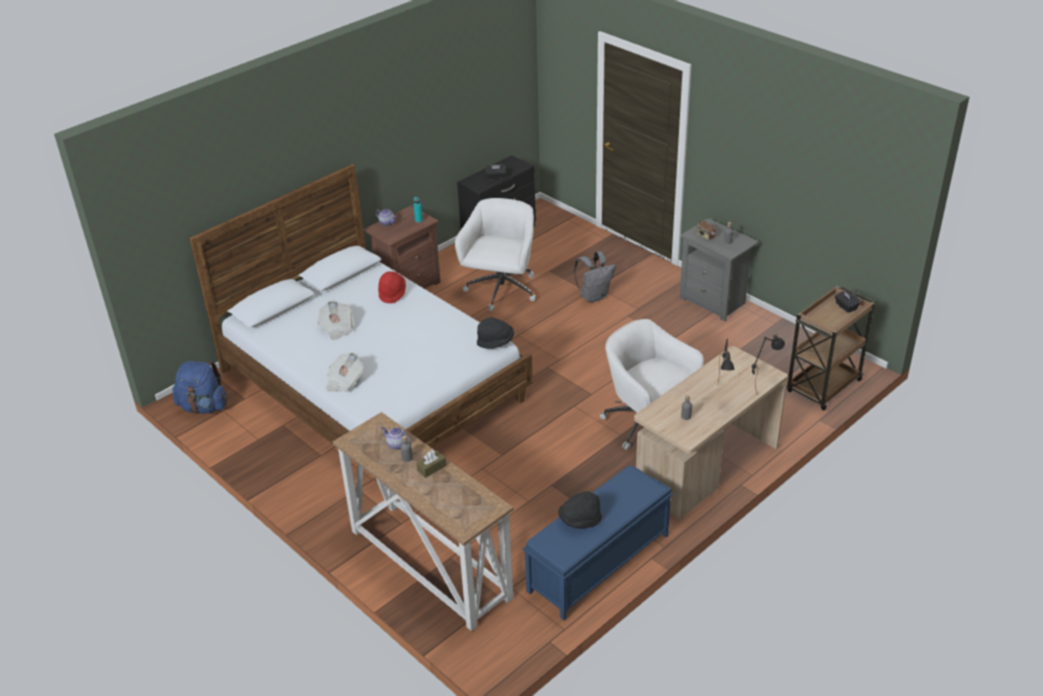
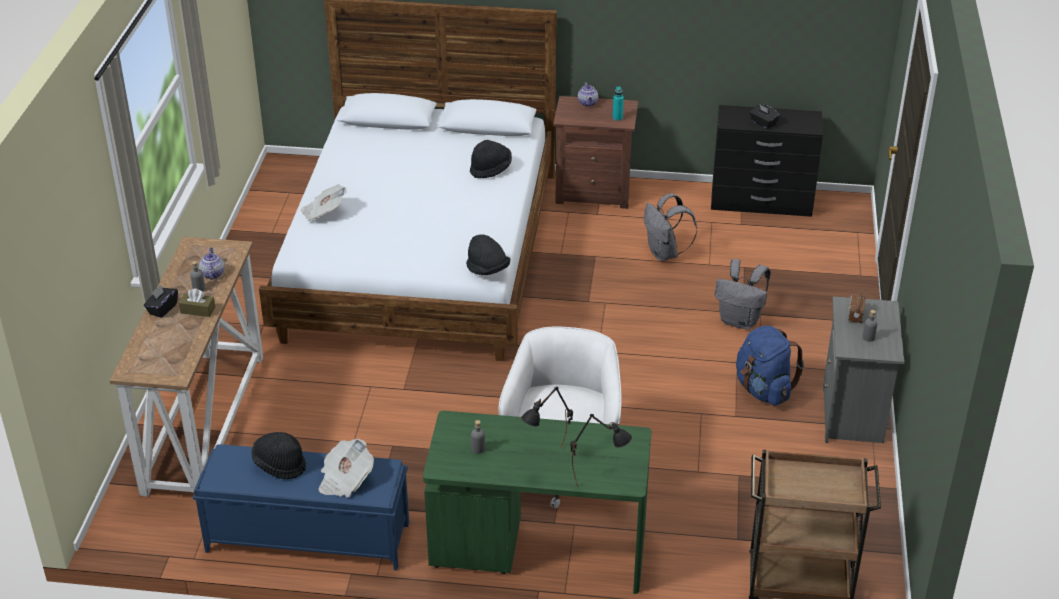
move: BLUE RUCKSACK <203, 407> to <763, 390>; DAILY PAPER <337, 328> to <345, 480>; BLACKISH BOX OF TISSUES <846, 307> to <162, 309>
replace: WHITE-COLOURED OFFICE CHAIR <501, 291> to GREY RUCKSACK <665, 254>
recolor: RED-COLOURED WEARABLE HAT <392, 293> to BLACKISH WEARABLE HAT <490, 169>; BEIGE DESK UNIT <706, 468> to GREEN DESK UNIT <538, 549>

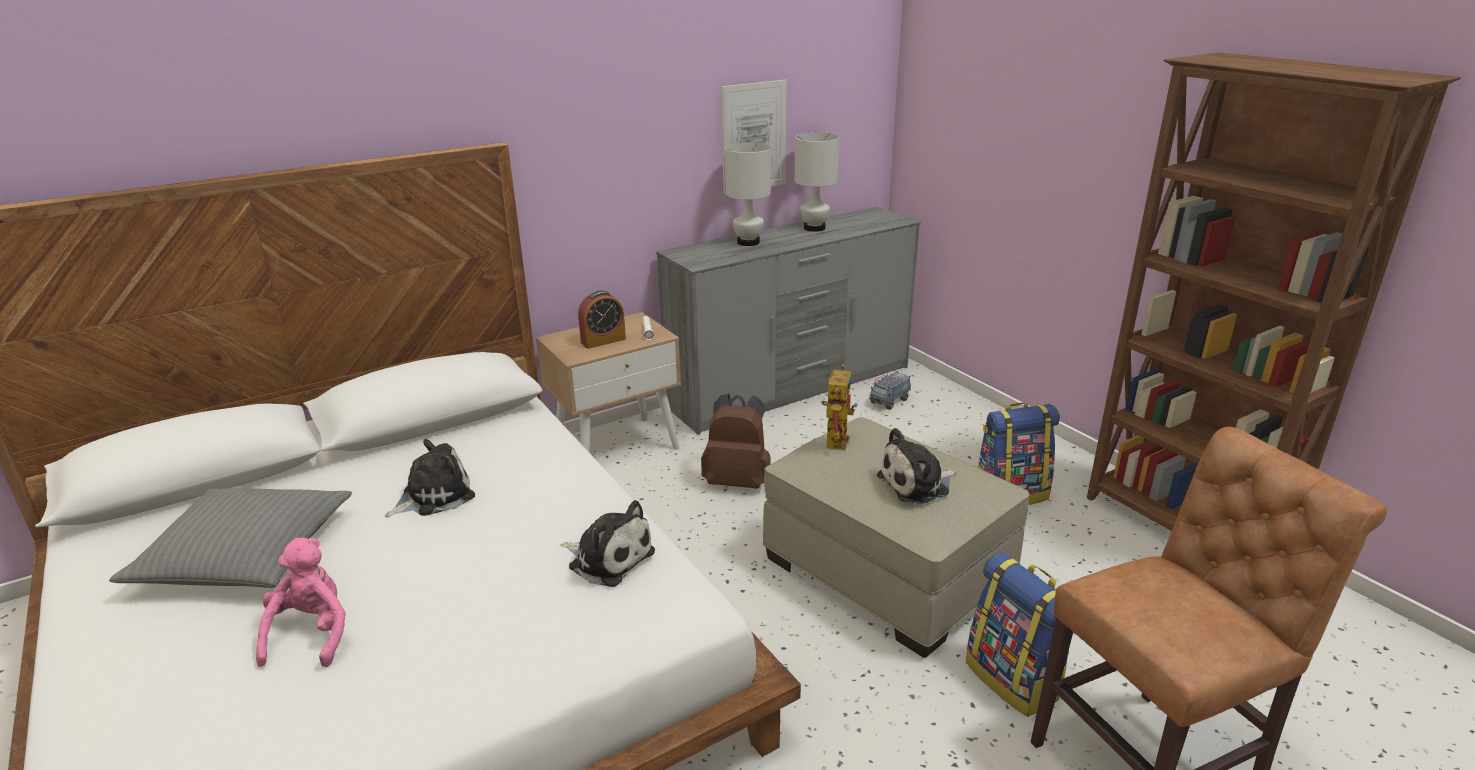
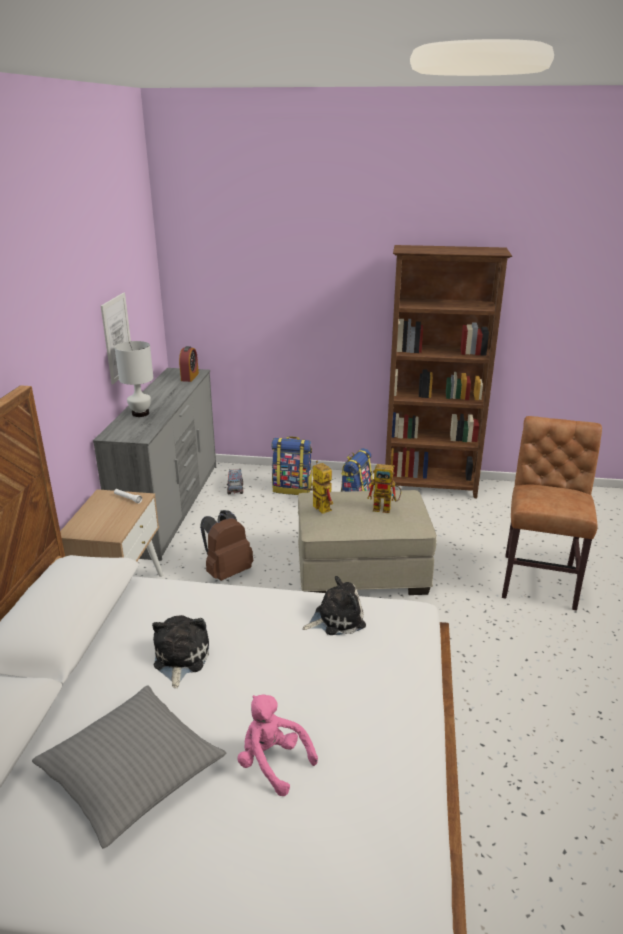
delete: WHITE-COLOURED TABLE LAMP <814, 228>
move: TABLE CLOCK <603, 341> to <189, 377>; RUCKSACK <1014, 680> to <292, 488>
replace: SOFT TOY <917, 484> to TOY ROBOT <386, 508>

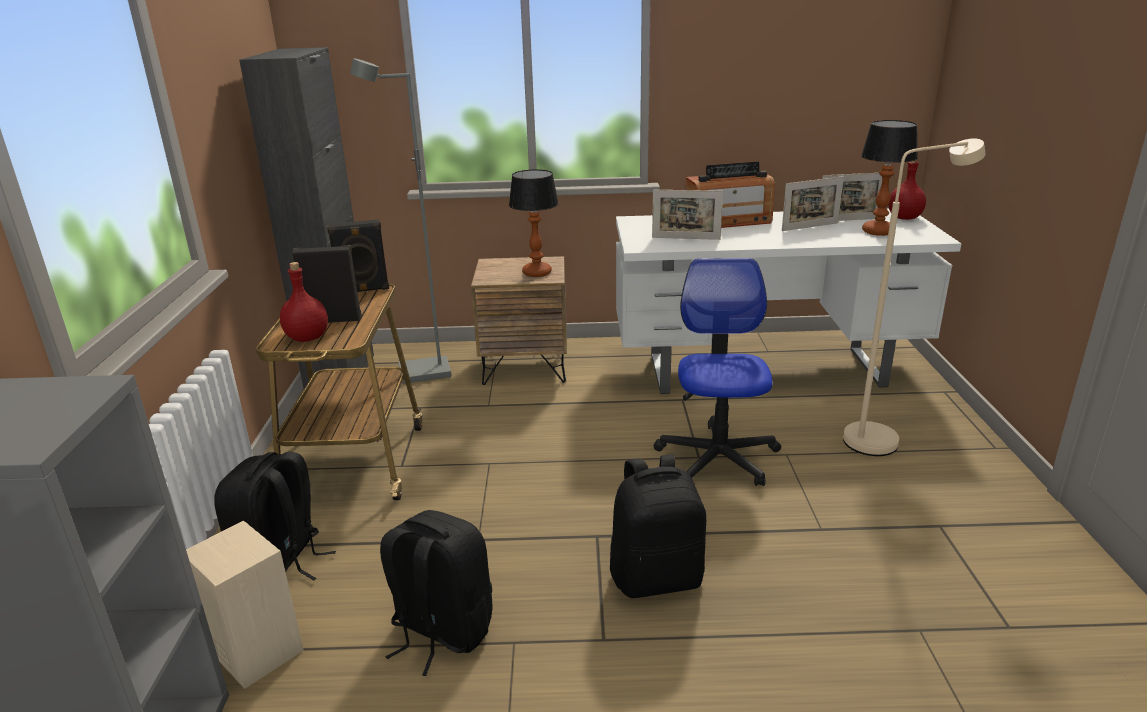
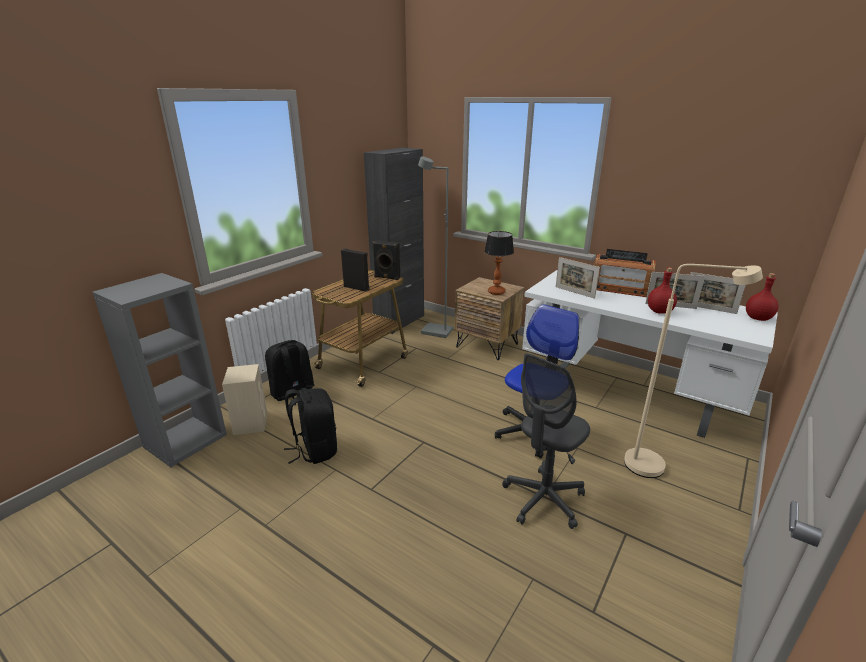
delete: BLACKISH RUCKSACK <657, 577>; TABLE LAMP <879, 232>
insert: GREY OFFICE CHAIR <543, 500>
move: RED-COLOURED DRINK BOTTLE <308, 338> to <660, 311>

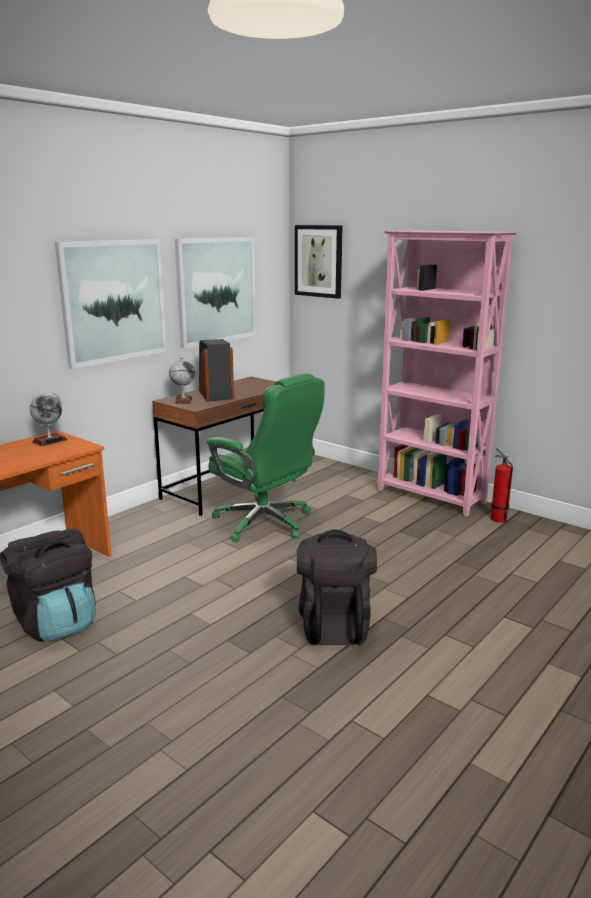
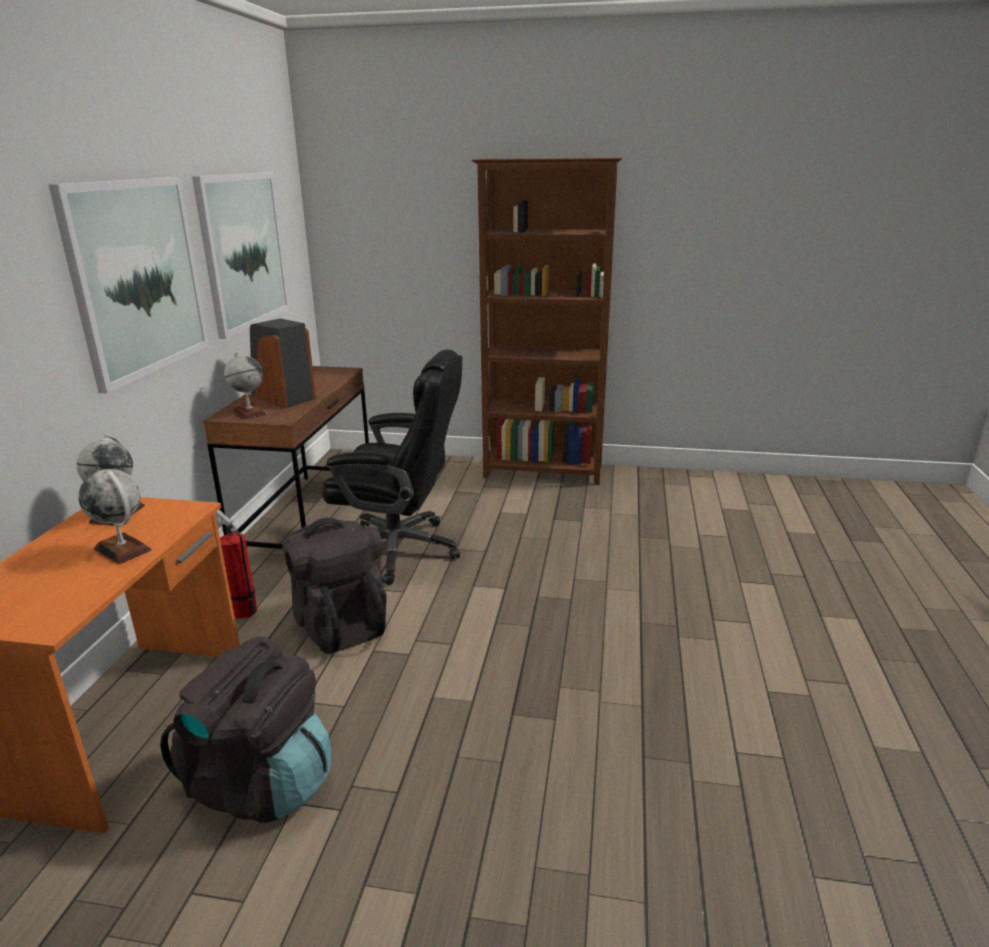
delete: PICTURE <318, 261>
insert: WORLD GLOBE <123, 549>
move: BLACKISH RUCKSACK <334, 624> to <340, 624>; FIRE-FIGHTING CYLINDER <497, 518> to <242, 609>
recolor: GREEN OFFICE CHAIR <265, 522> to BLACKISH OFFICE CHAIR <399, 549>; PINK-COLOURED BOOKSHELF <431, 497> to BROWN BOOKSHELF <544, 472>

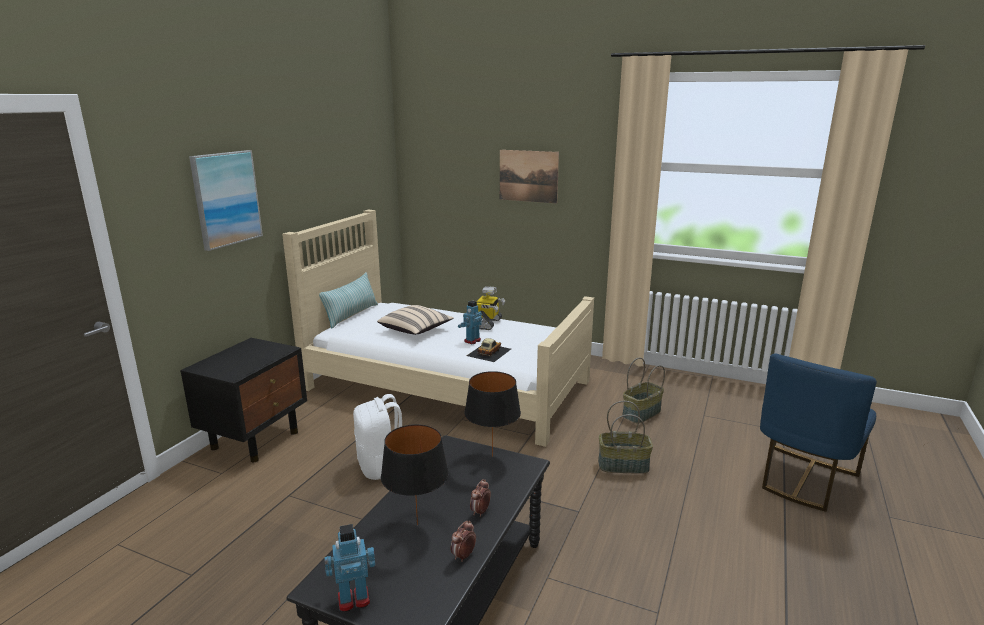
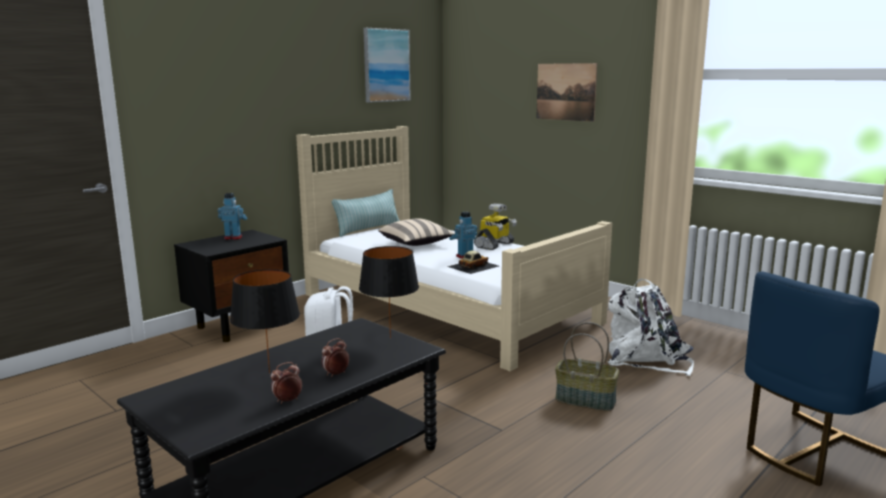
move: PICTURE <226, 198> to <386, 65>; TOY ROBOT <353, 599> to <233, 238>
replace: BASKET <641, 414> to WHITE-COLOURED RUCKSACK <646, 359>

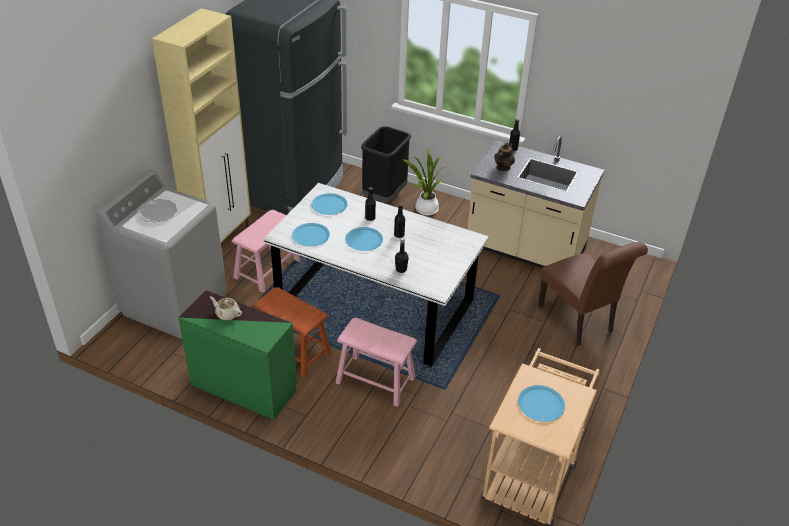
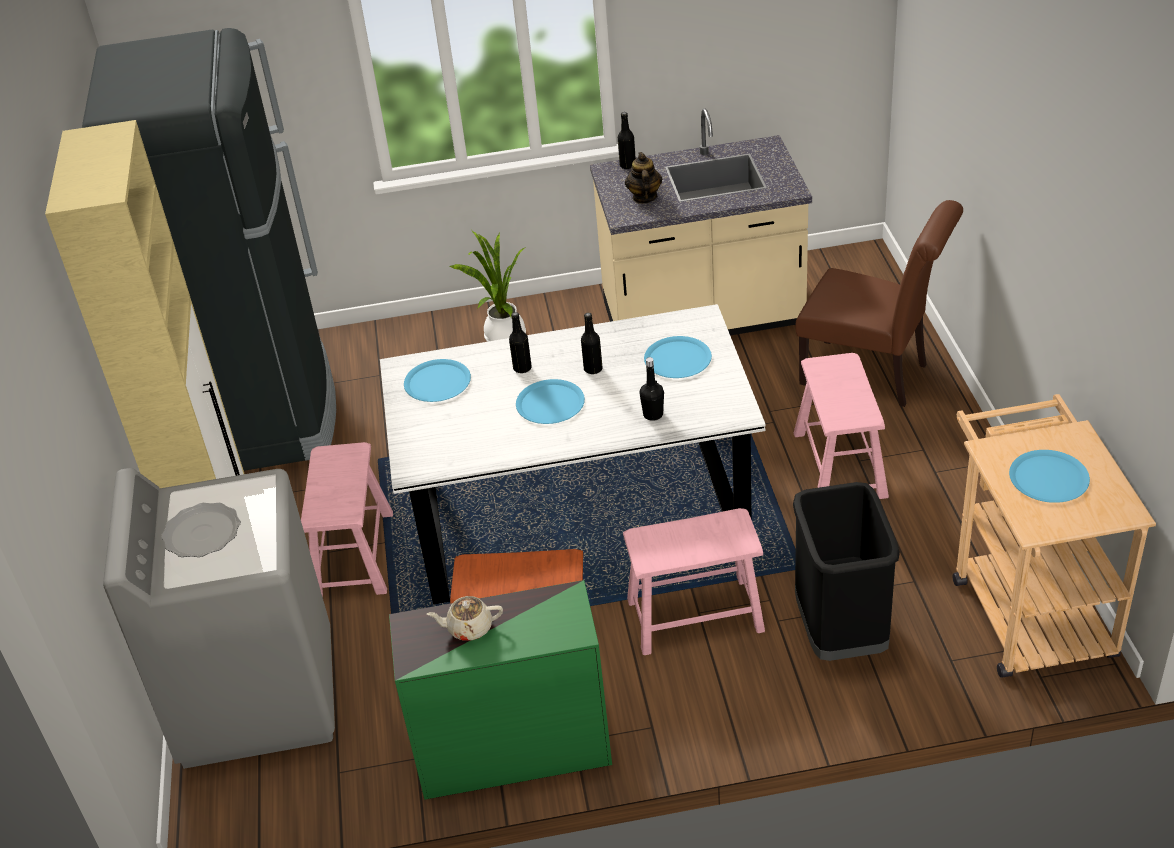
insert: PINK-COLOURED STOOL SEAT <839, 464>
move: BLUE PLATE <311, 235> to <677, 359>; BLACKISH WASTE BIN <384, 195> to <839, 633>

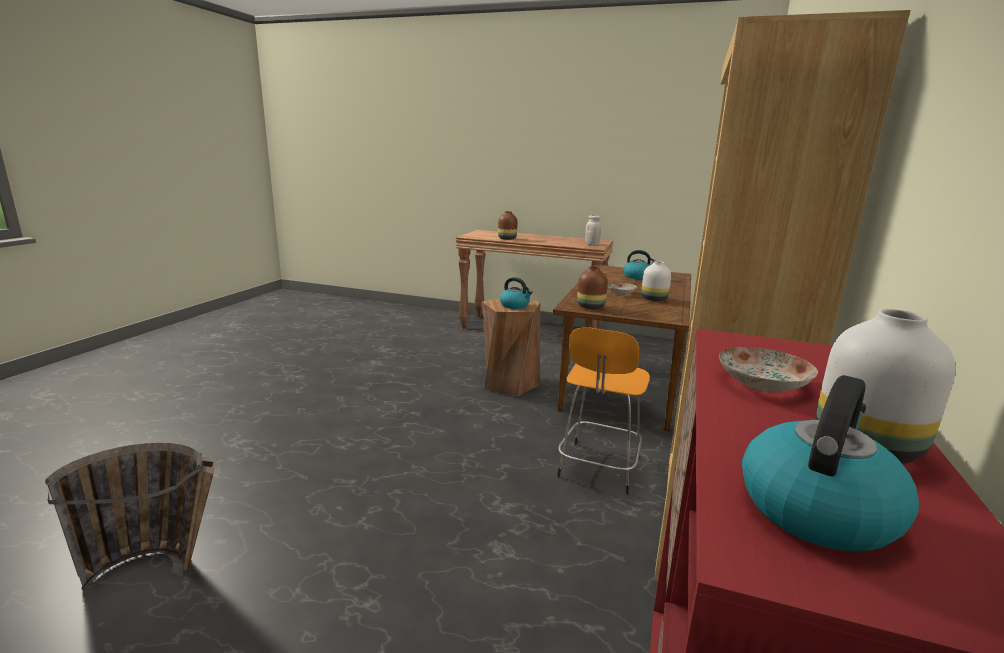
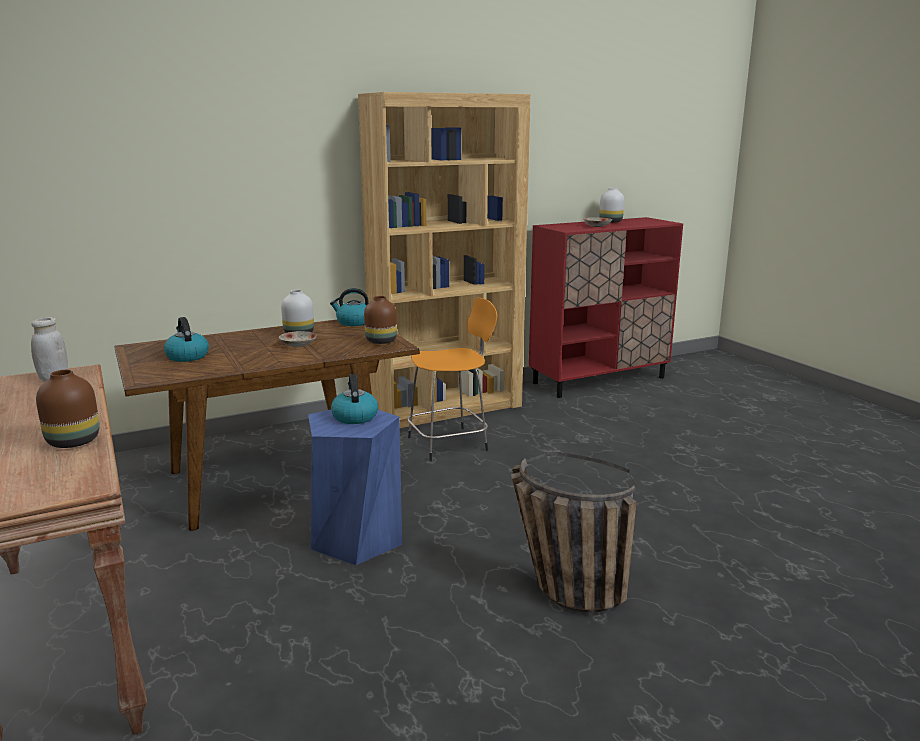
move: BASKET <162, 569> to <560, 588>; KETTLE <816, 508> to <353, 322>
recolor: BROWN STOOL SEAT <509, 383> to BLUE STOOL SEAT <357, 539>

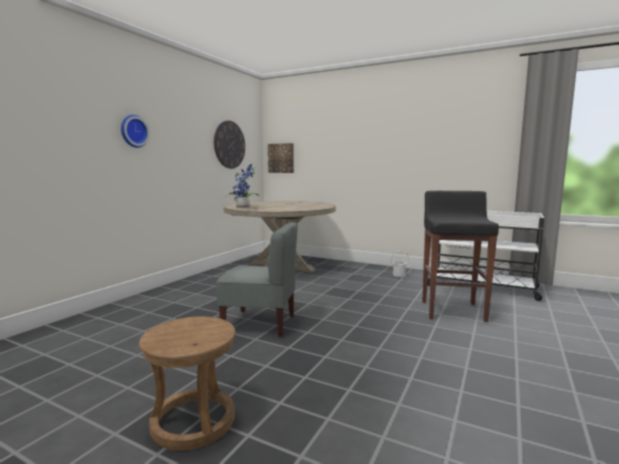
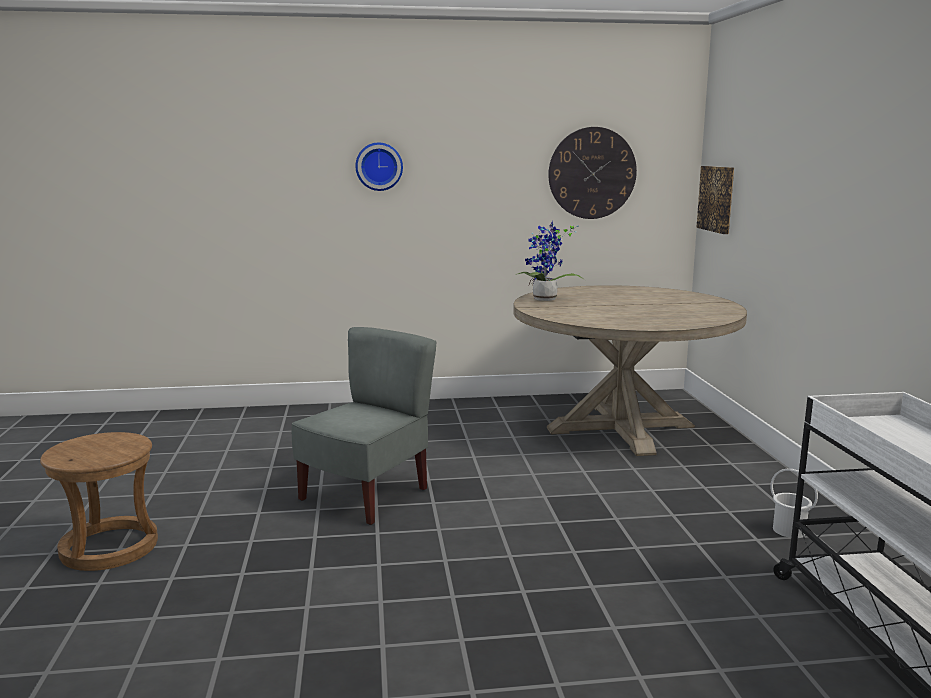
delete: BLACKISH STOOL SEAT <452, 310>
rotate: GREY PLAIN CHAIR <260, 324> = <366, 495> 120 degrees counterclockwise

